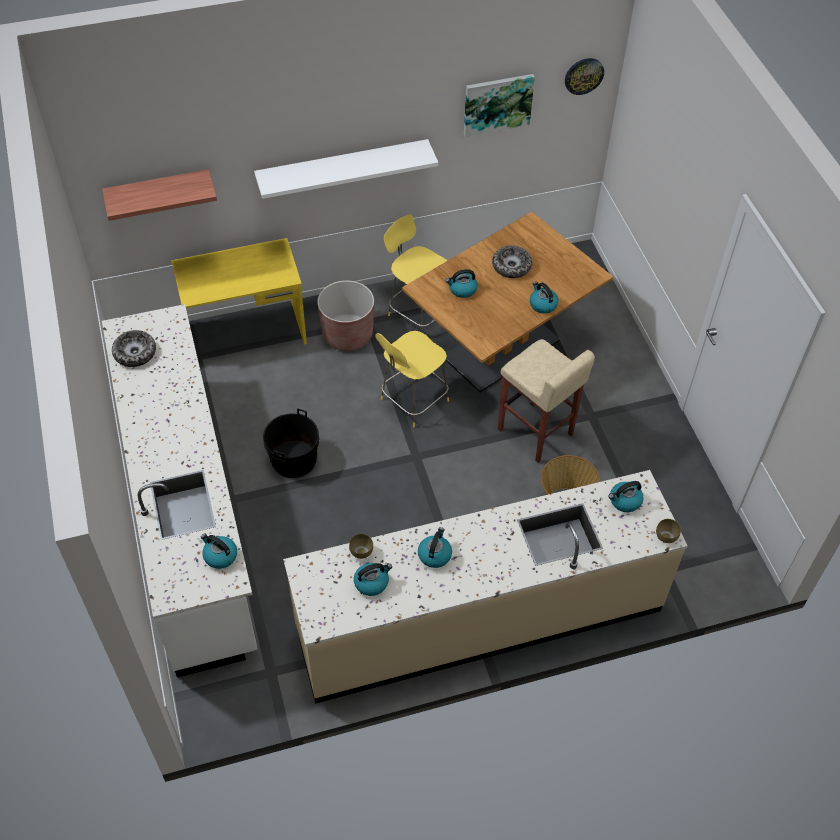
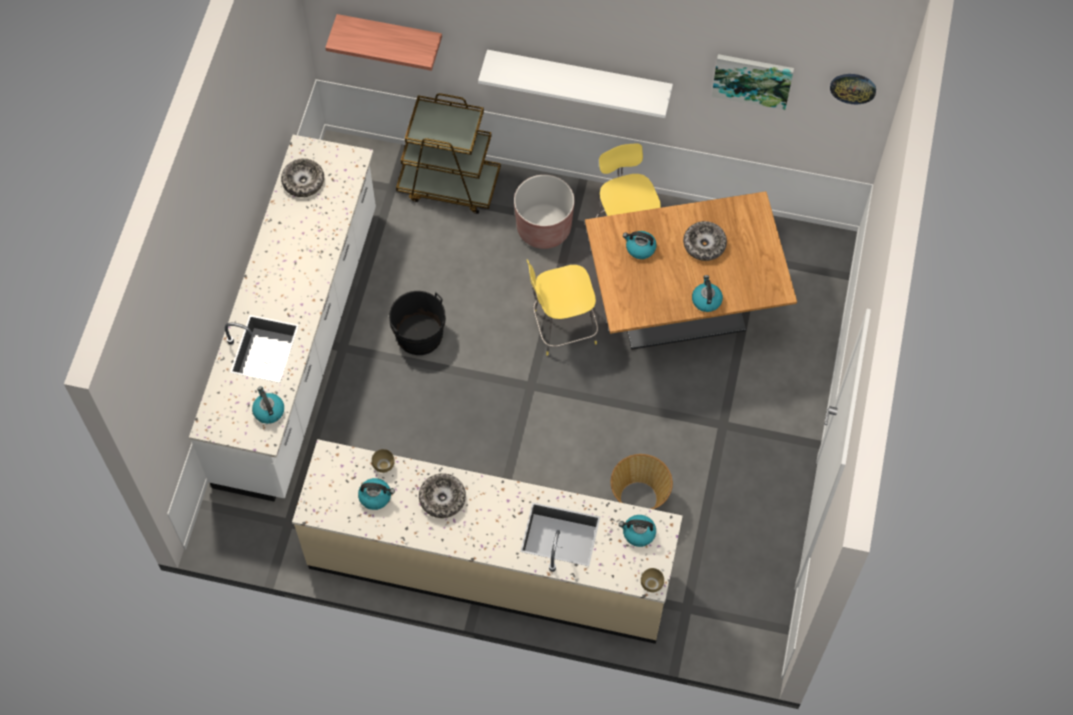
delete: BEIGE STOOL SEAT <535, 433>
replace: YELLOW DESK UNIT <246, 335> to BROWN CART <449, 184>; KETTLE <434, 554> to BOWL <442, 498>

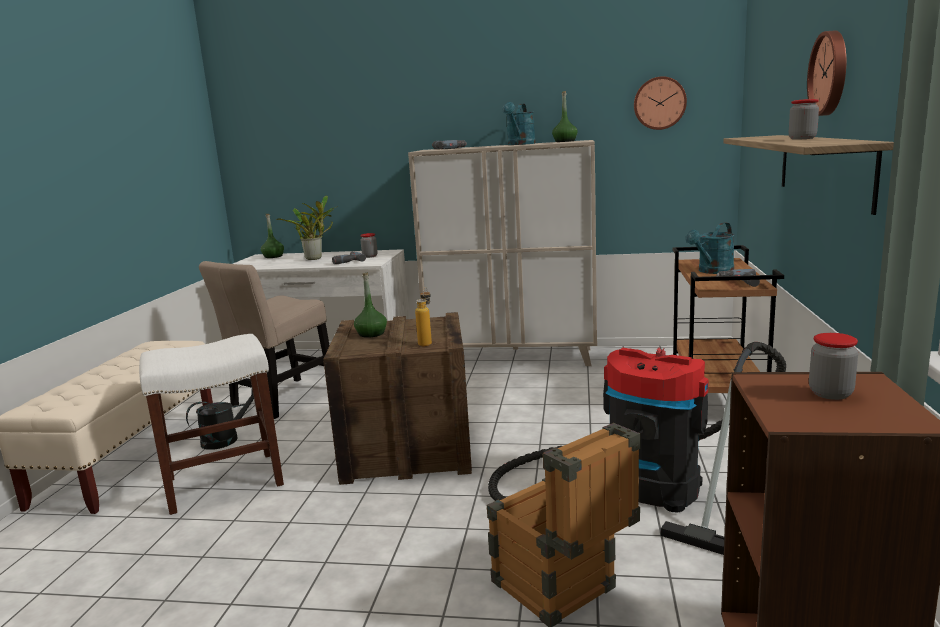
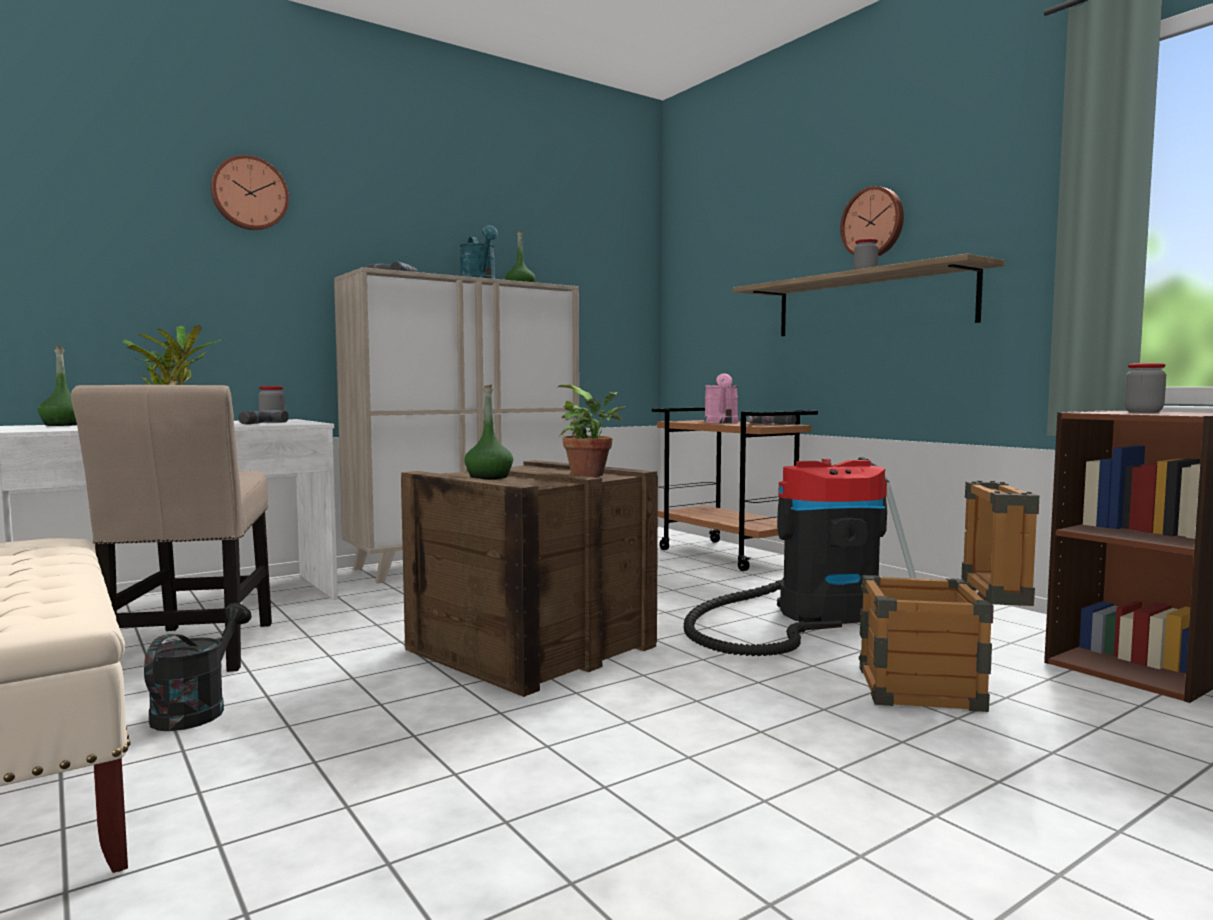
delete: WHITE-COLOURED STOOL SEAT <226, 481>
move: CLOCK ON THE WALL <659, 103> to <249, 194>
replace: DRINK BOTTLE <426, 342> to POTTED PLANT <591, 475>
recolor: TURQUOISE-COLOURED WATERING CAN <712, 271> to PINK-COLOURED WATERING CAN <722, 422>

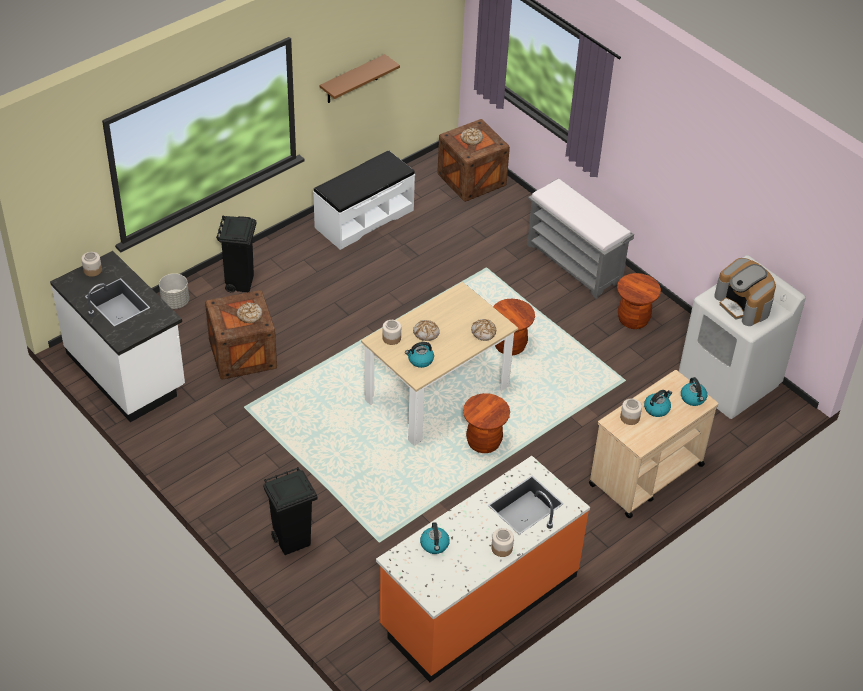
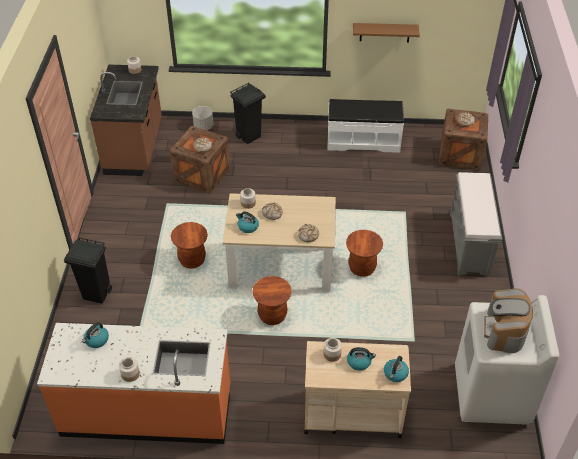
move: BROWN STOOL SEAT <633, 319> to <192, 260>
recolor: WHITE-COLOURED KITCHEN COUNTER <127, 371> to BROWN KITCHEN COUNTER <135, 147>

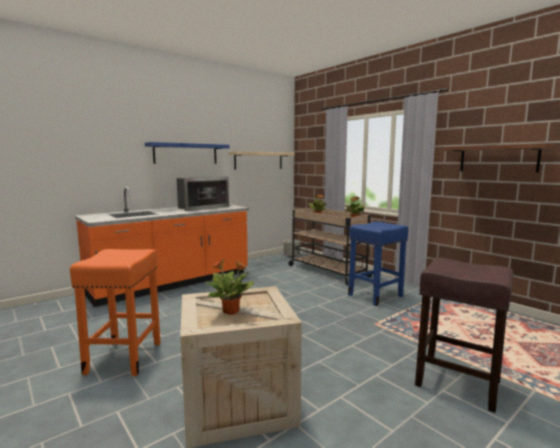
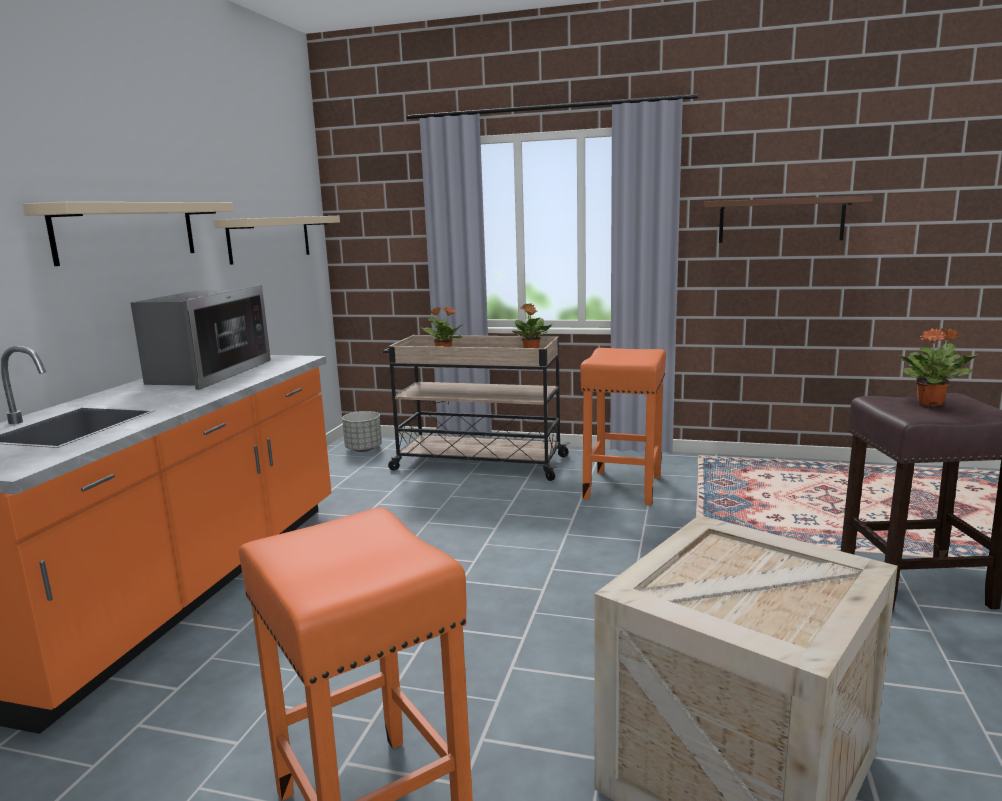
move: POTTED PLANT <231, 311> to <930, 403>
recolor: BLUE SHELF <186, 153> to BEIGE SHELF <127, 231>; BLUE STOOL SEAT <375, 295> to ORANGEY STOOL SEAT <623, 487>

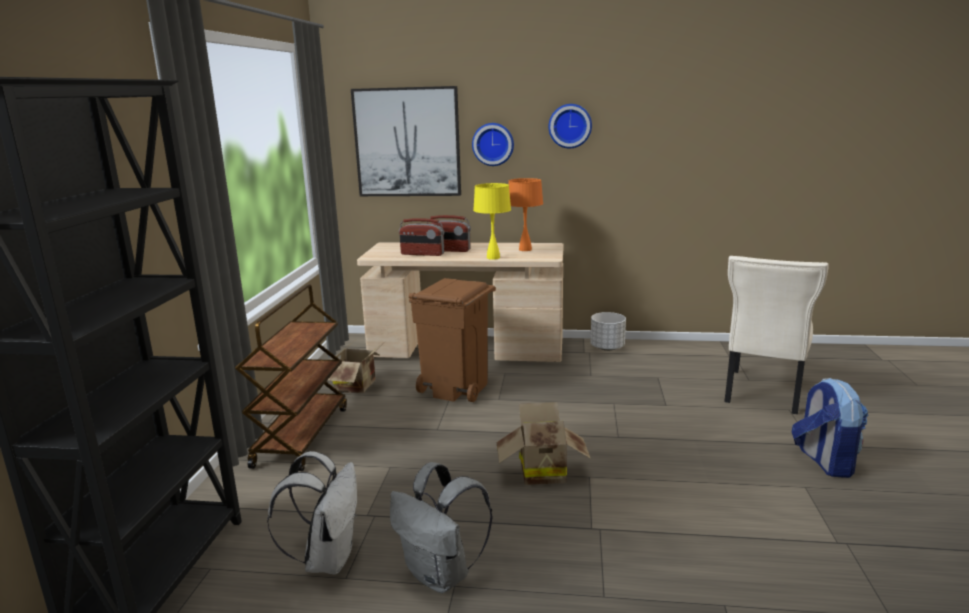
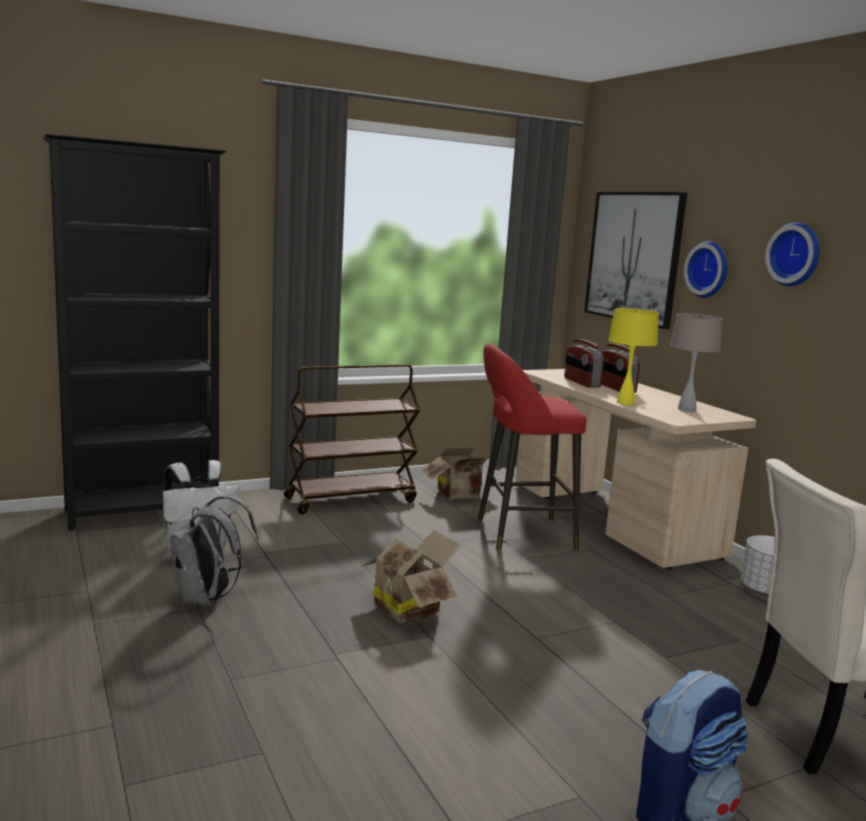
replace: BROWN WASTE BIN <455, 388> to RED-COLOURED STOOL SEAT <519, 533>
recolor: ORANGEY TABLE LAMP <525, 249> to BEIGE TABLE LAMP <687, 409>

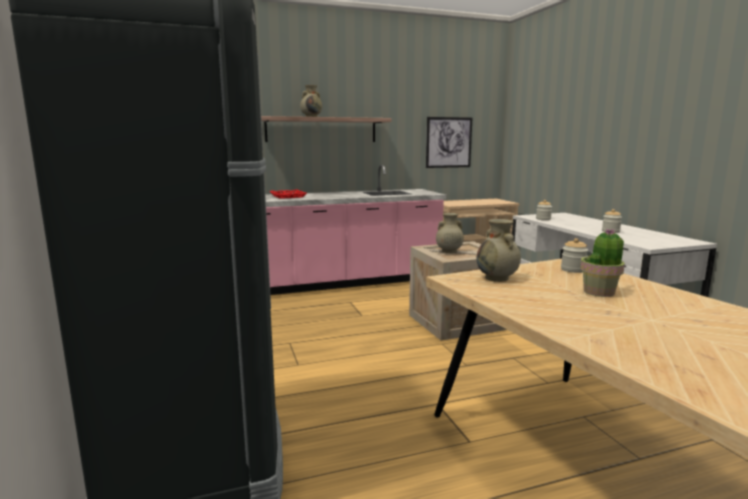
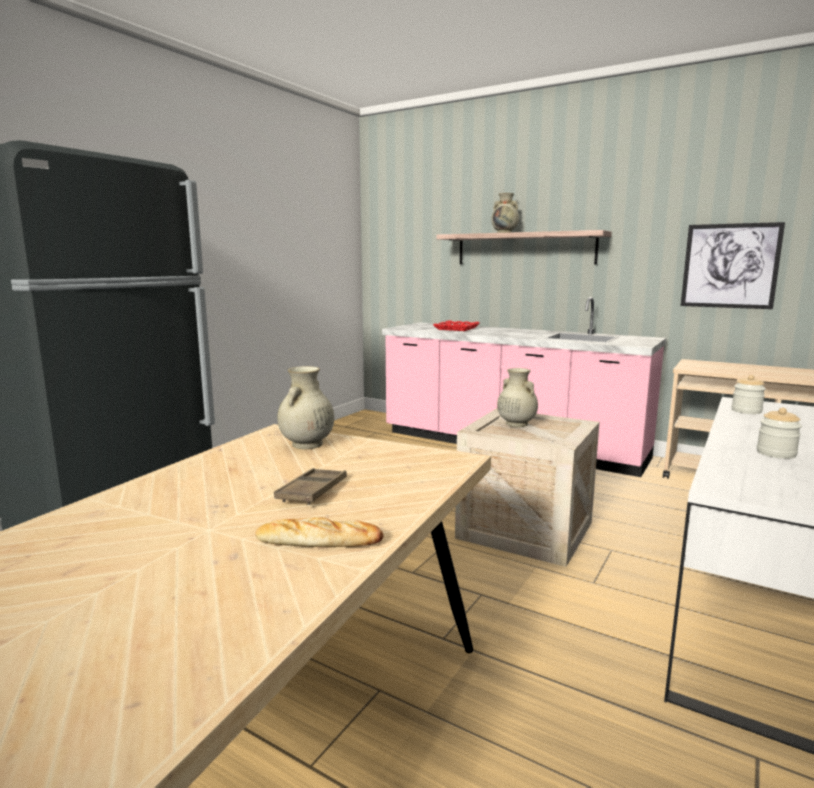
delete: PRESERVE JAR <573, 270>
insert: BREAD <319, 541>
replace: POTTED PLANT <599, 292> to BROWN TRAY <312, 491>

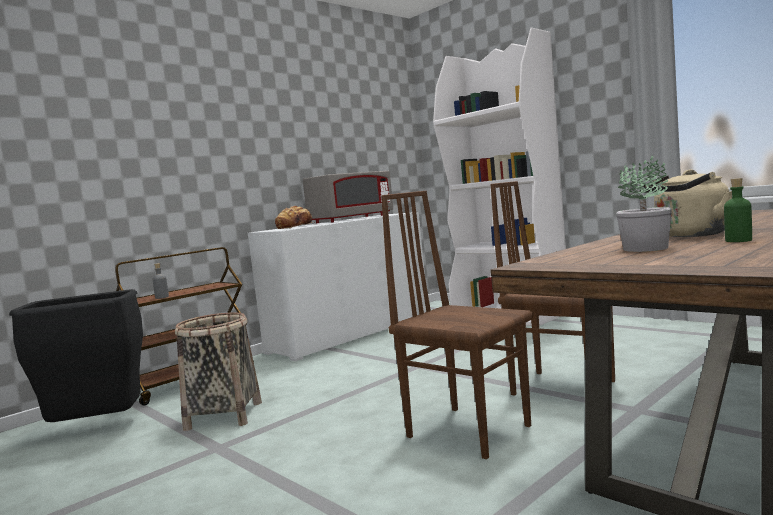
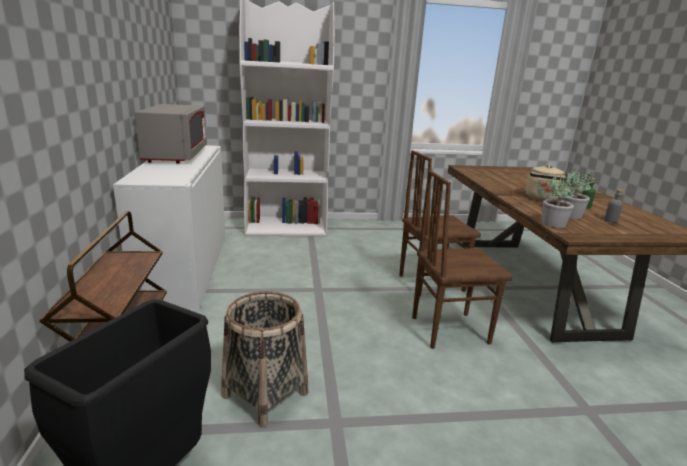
delete: BREAD <295, 227>
insert: POTTED PLANT <554, 223>
move: GREY DRINK BOTTLE <162, 297> to <610, 221>

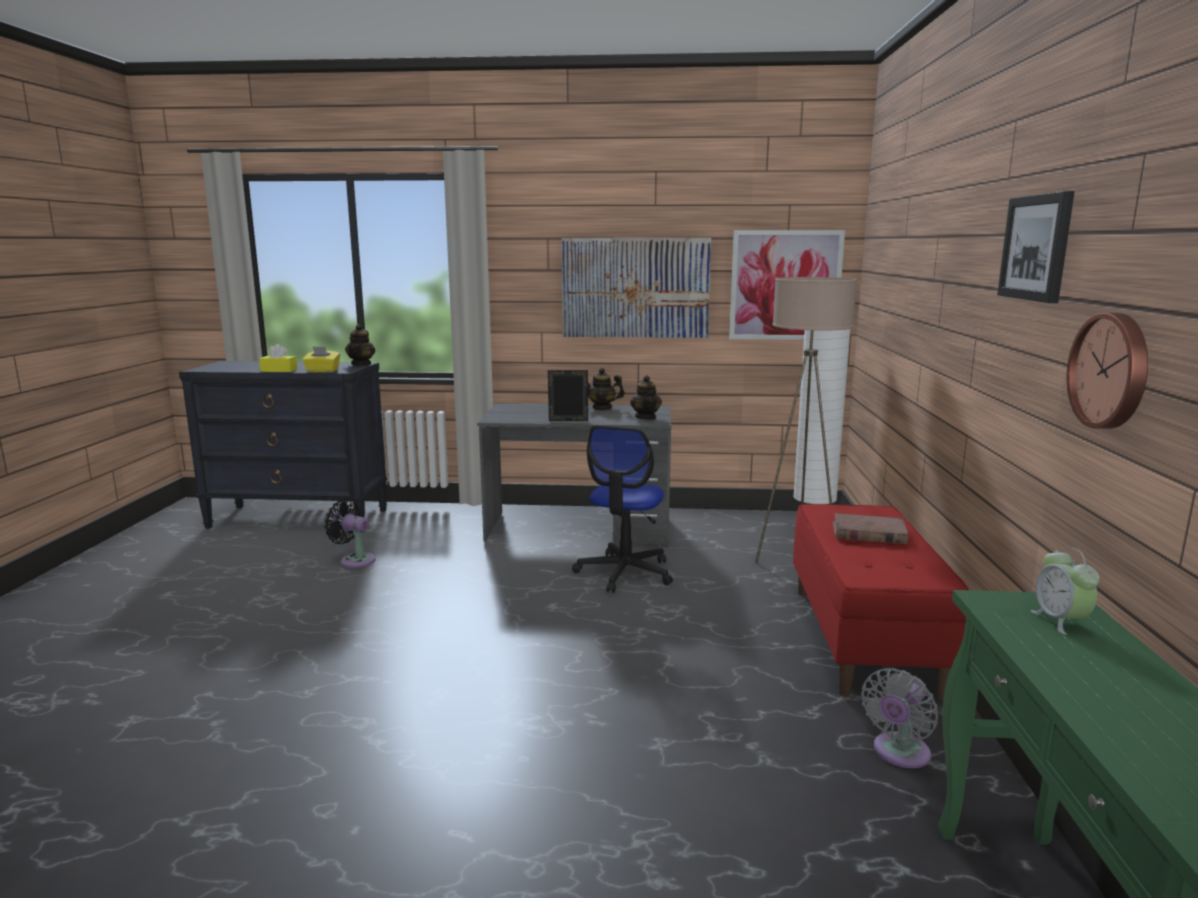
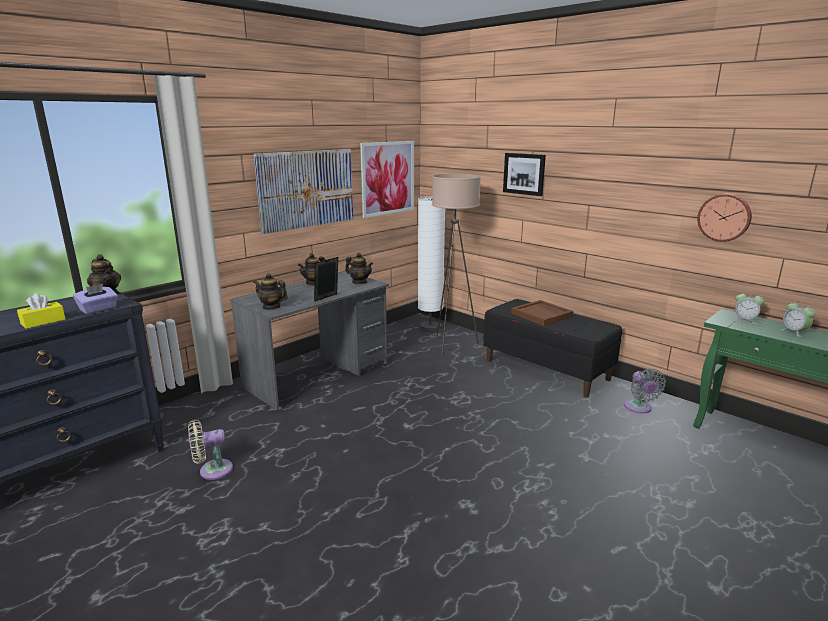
delete: OFFICE CHAIR <624, 572>
insert: TEAPOT <271, 307>; TABLE CLOCK <794, 332>
move: PICTURE <1037, 247> to <524, 174>
replace: BROWN BOUND BOOK <868, 533> to BROWN TRAY <542, 315>
recolor: YELLOW BOX OF TISSUES <322, 371> to PURPLE-COLOURED BOX OF TISSUES <98, 309>; BLACKISH ELECTRIC FAN <355, 560> to BEIGE ELECTRIC FAN <212, 470>; RED-COLOURED LONG SEAT <864, 639> to BLACKISH LONG SEAT <546, 370>

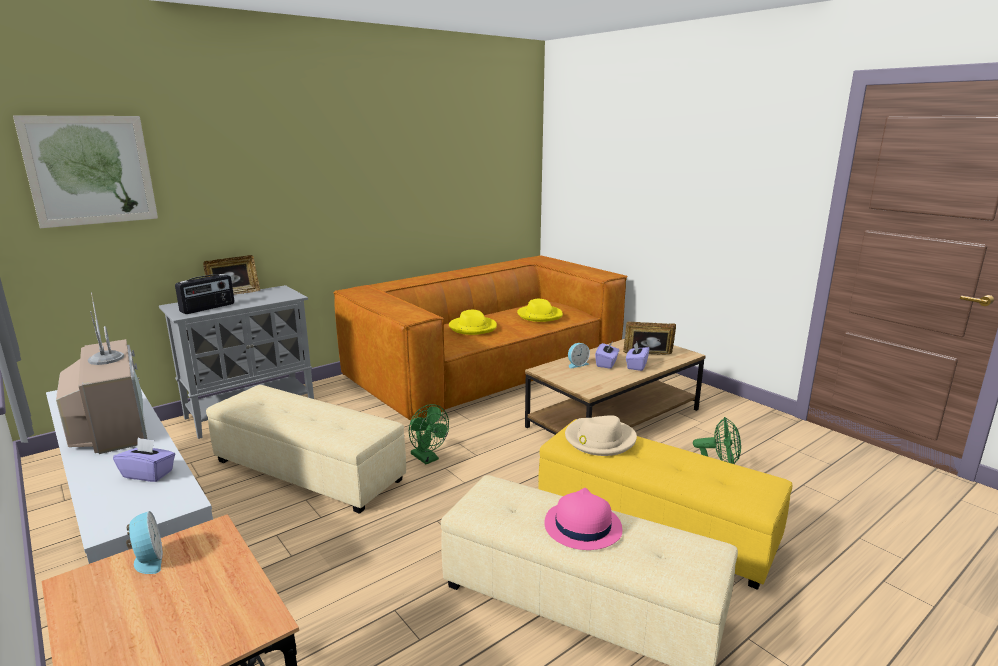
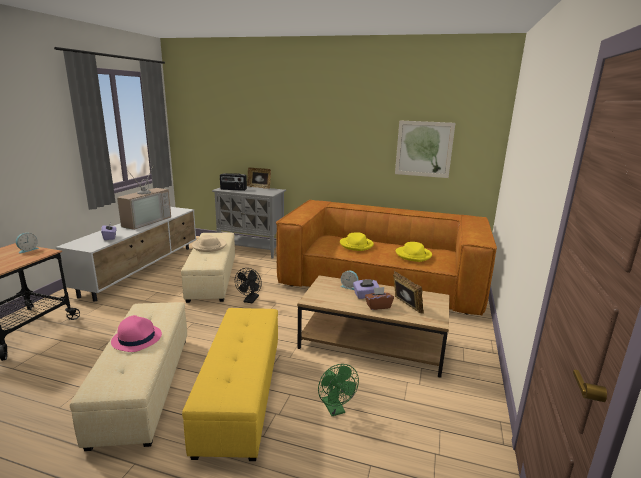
move: PICTURE <90, 170> to <424, 149>; BEIGE WEARABLE HAT <599, 440> to <209, 246>
recolor: GREEN ELECTRIC FAN <427, 458> to BLACKISH ELECTRIC FAN <250, 300>; PURPLE-COLOURED BOX OF TISSUES <636, 366> to BROWN BOX OF TISSUES <378, 306>

